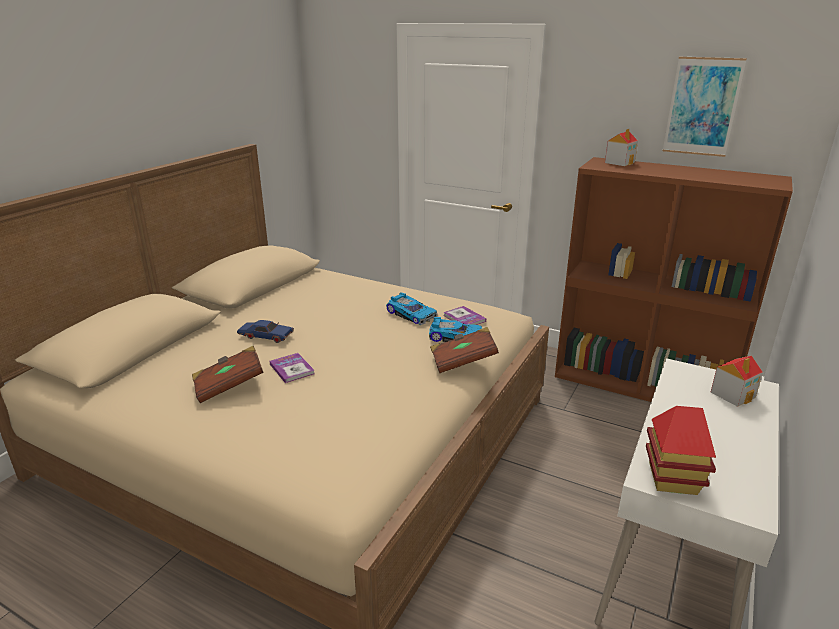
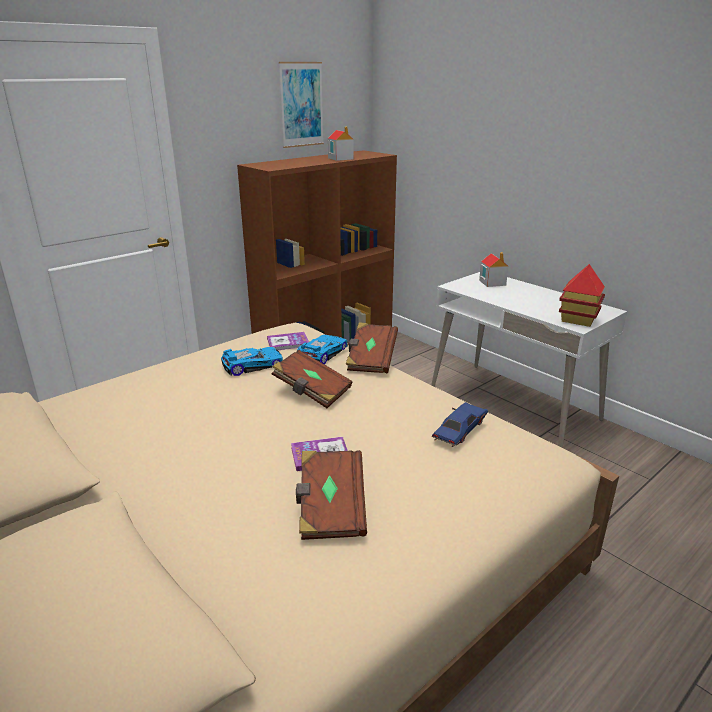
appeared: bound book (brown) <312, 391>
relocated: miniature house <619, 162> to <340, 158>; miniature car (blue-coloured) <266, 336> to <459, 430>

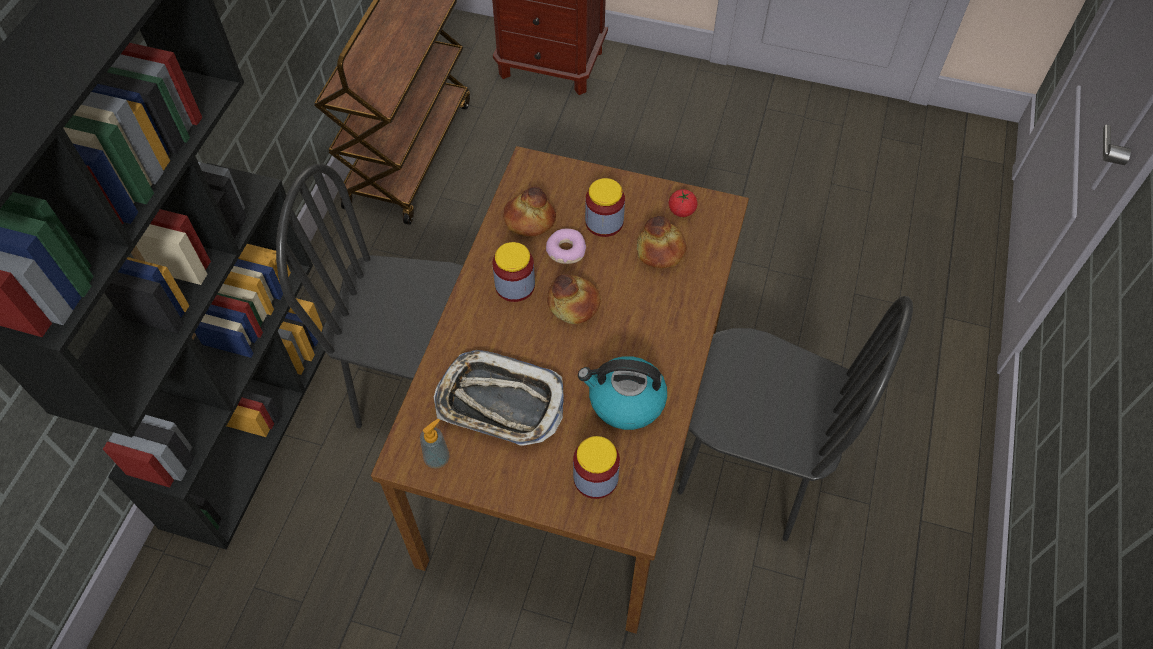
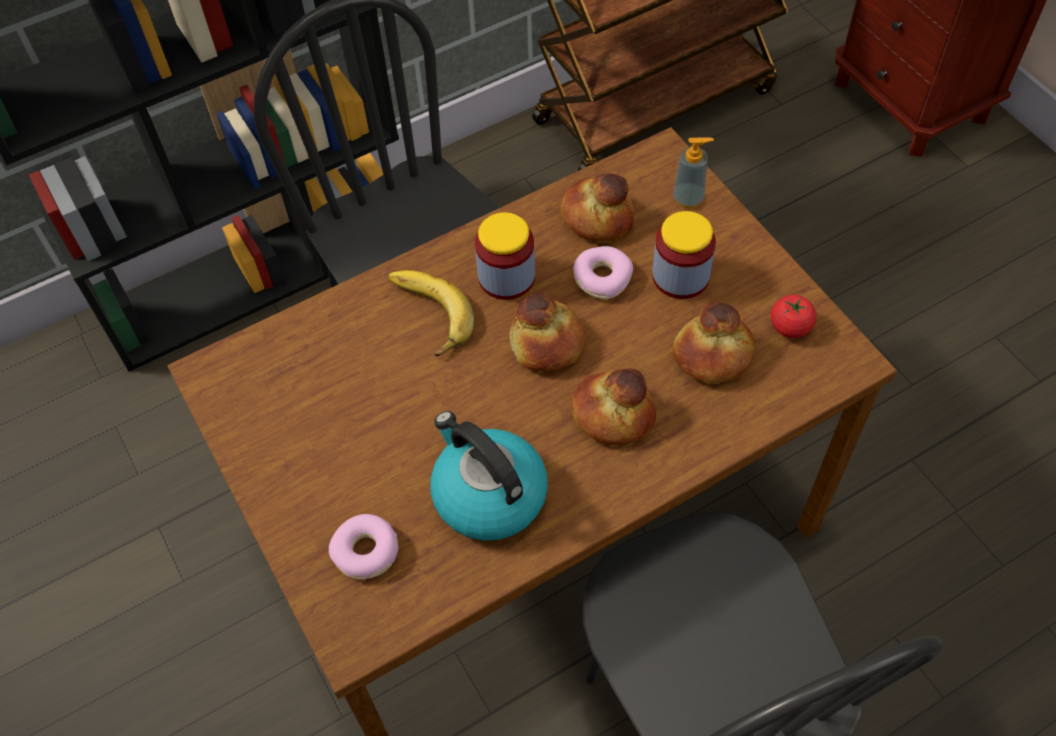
missing: serving tray <500, 403>
appeared: whole banana <426, 316>; bread <613, 414>
relocated: liquid soap bottle <437, 458> to <688, 198>
exchanged: preserve jar <595, 478> to donut <366, 552>

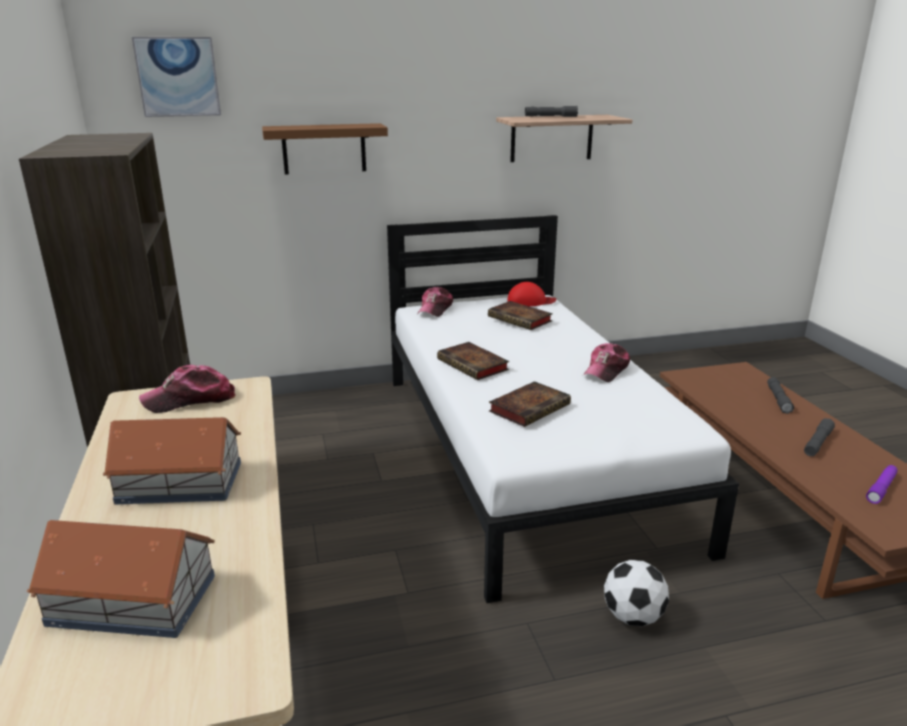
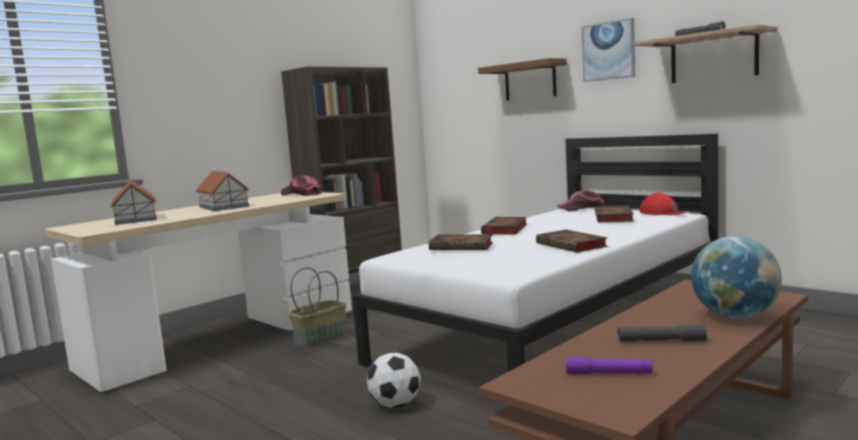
appeared: household basket <320, 338>
relocated: picture <178, 77> to <608, 51>
exchanged: peaked cap <606, 370> to bound book <573, 245>; torch (greyish) <778, 399> to globe <735, 316>

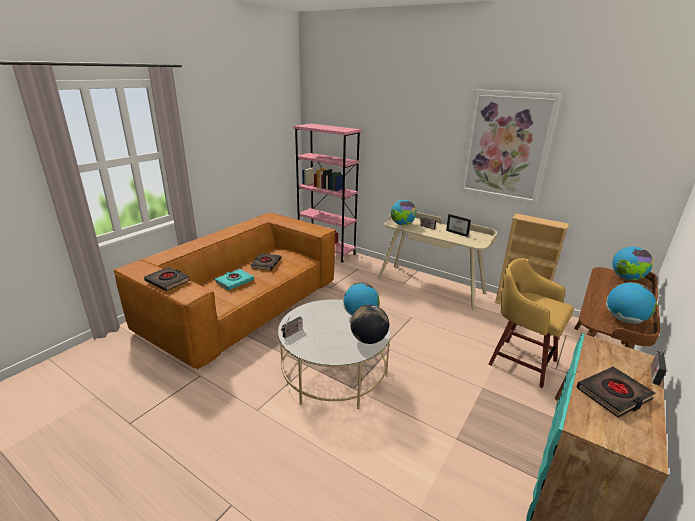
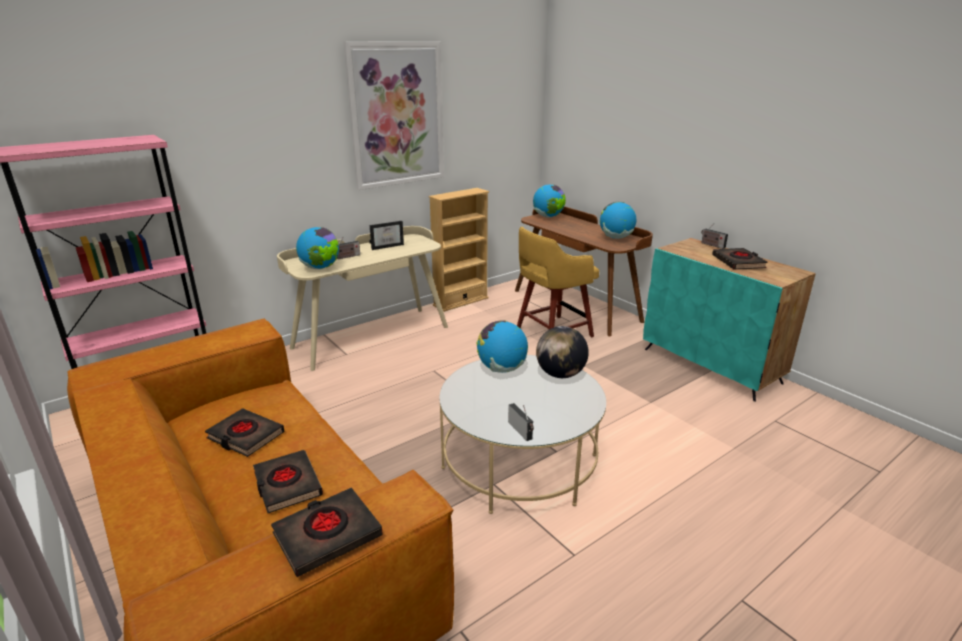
colour: bound book (turquoise) <234, 281> to bound book (black-coloured) <287, 485>

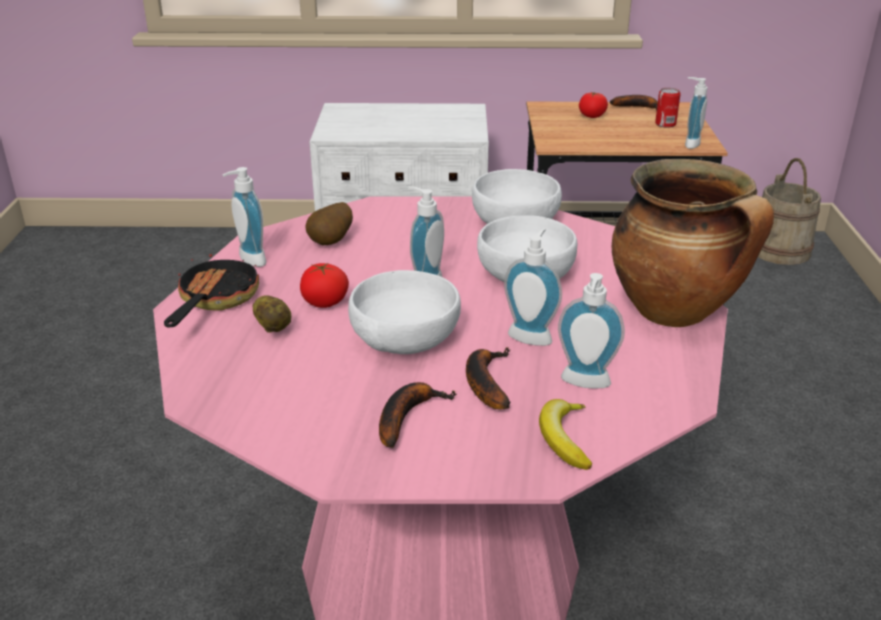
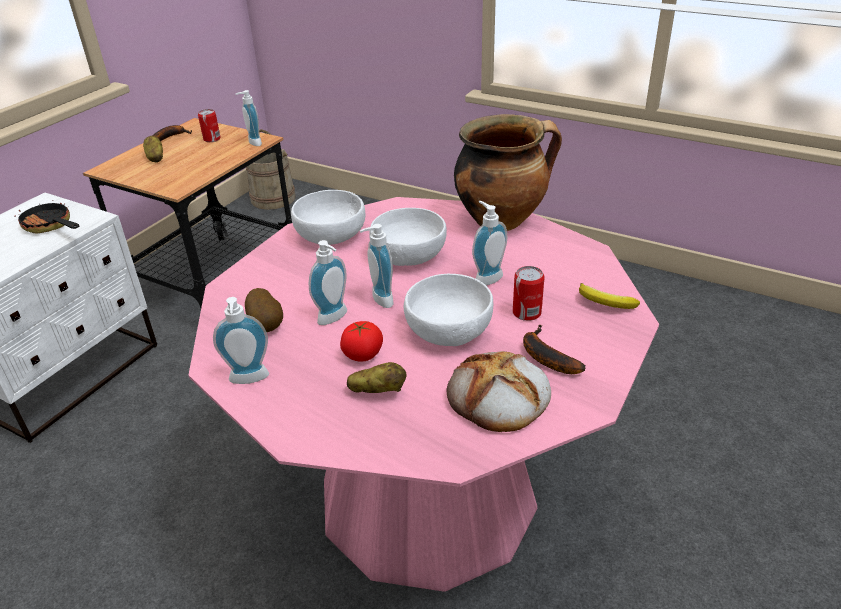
appeared: bread <498, 398>
relocated: skillet <214, 300> to <50, 226>; liquid soap bottle <584, 384> to <335, 318>
exchanged: whole tomato <592, 116> to whole potato <155, 158>; whole banana <485, 382> to can <526, 313>

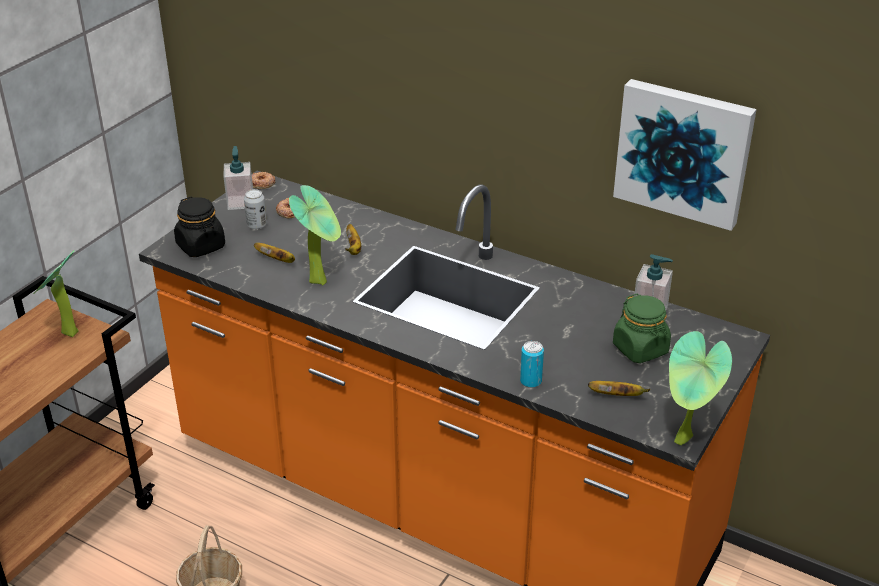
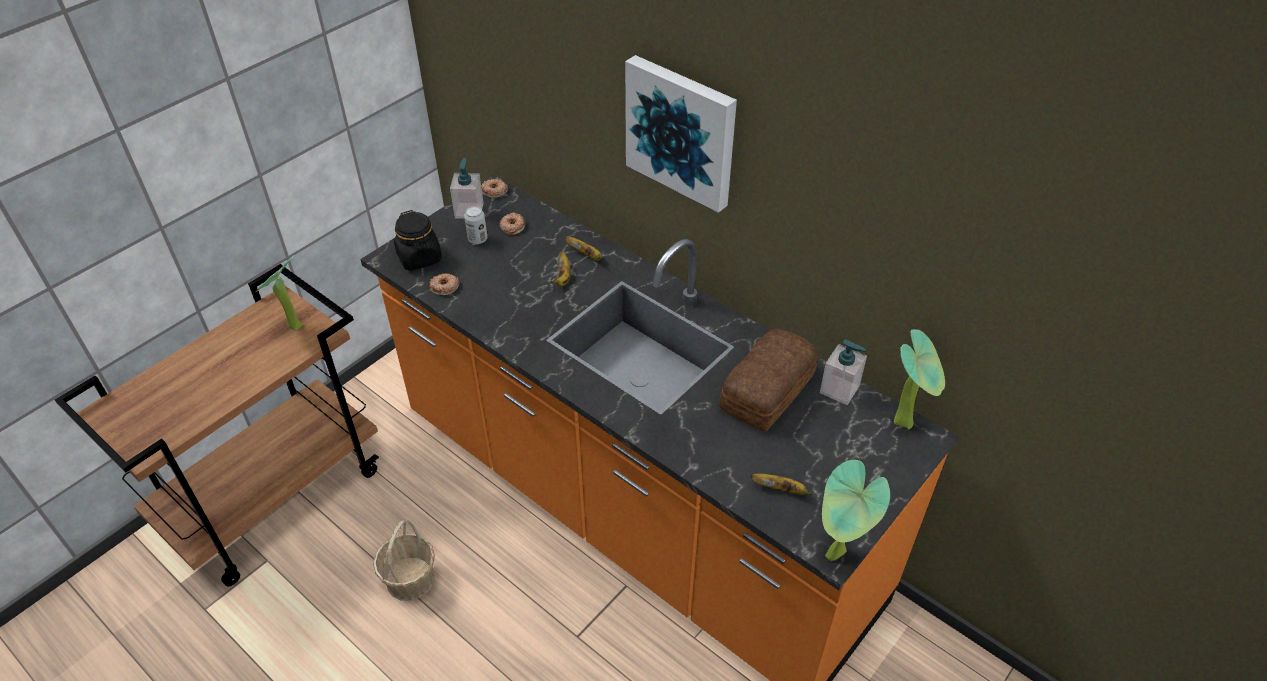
missing: can <530, 381>; preserve jar (green-coloured) <640, 349>
appeared: donut <444, 287>; bread <765, 390>
relocated: whole banana <277, 260> to <586, 255>; picture <684, 151> to <682, 131>; potted plant <321, 280> to <906, 421>

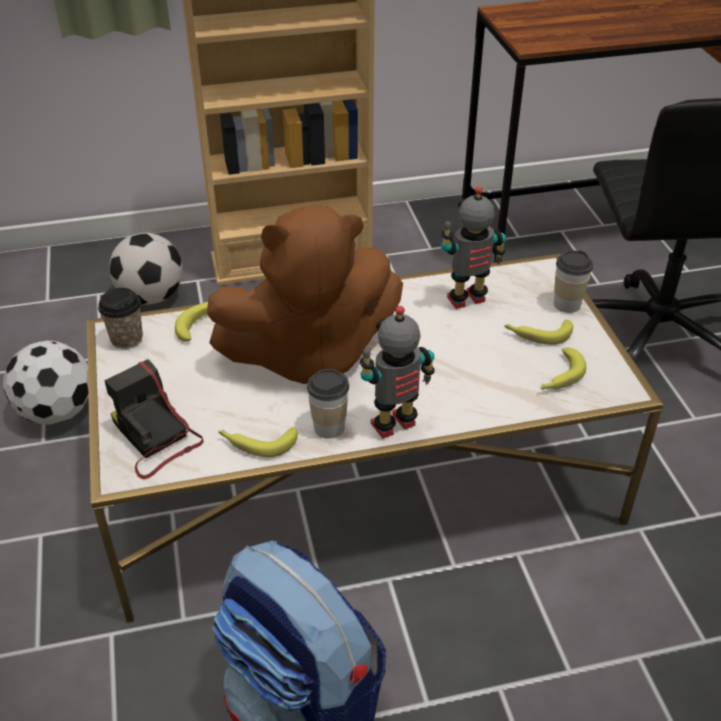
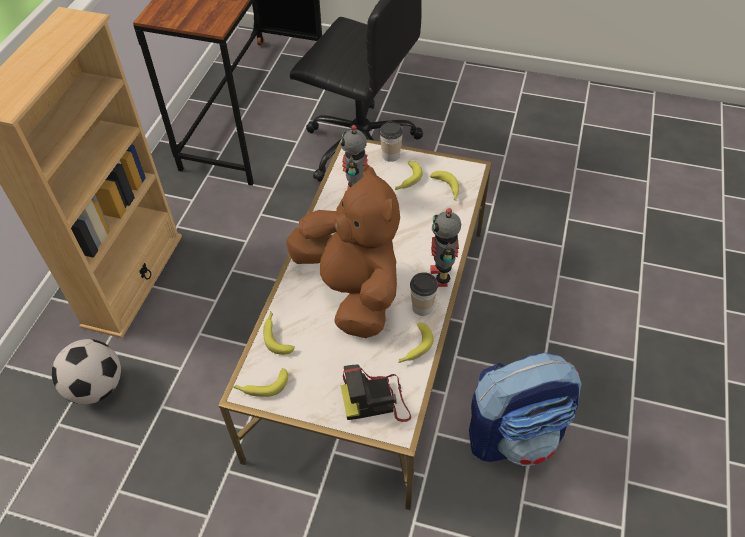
missing: football ball <57, 411>
exchanged: cup <127, 339> to whole banana <261, 386>
spun: plush toy (brown) <310, 356> = <352, 291> 45 degrees counterclockwise

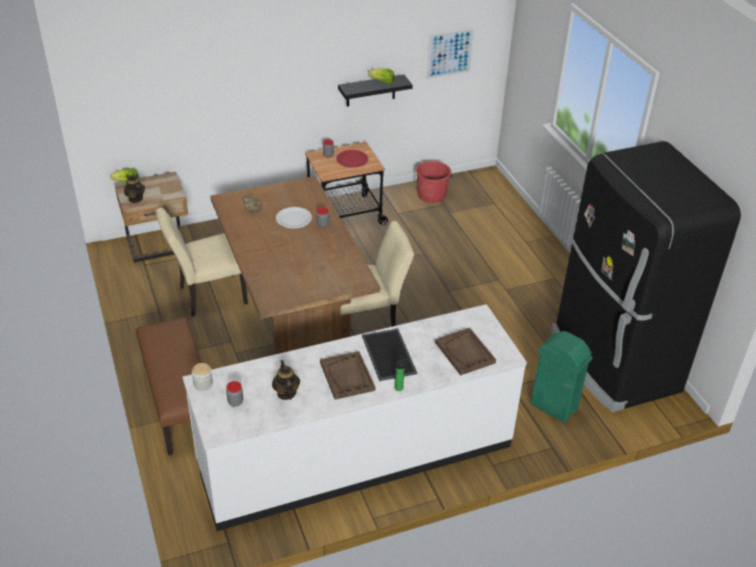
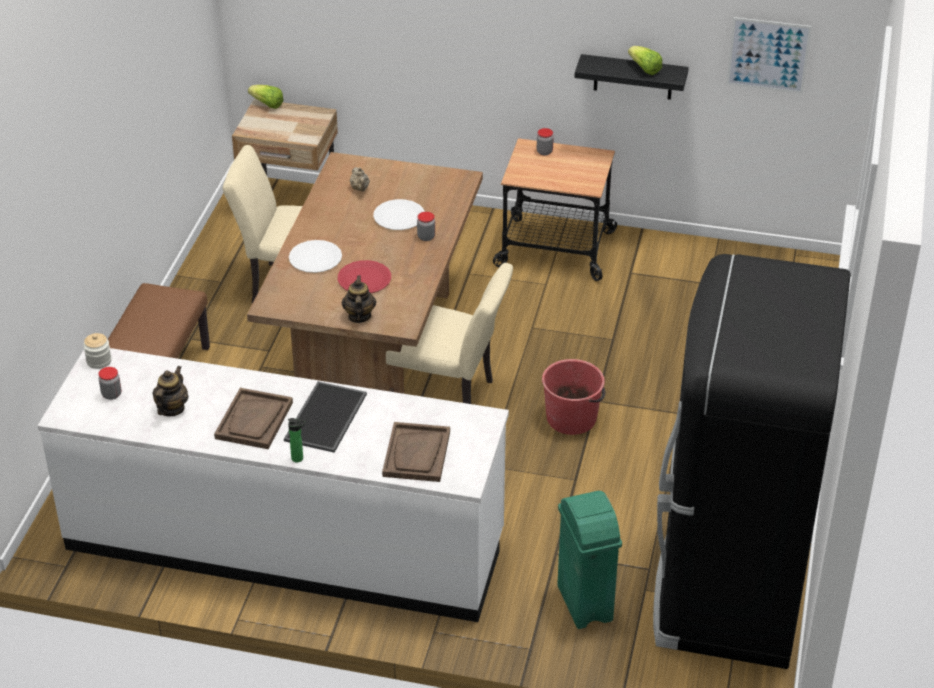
appeared: flat dish (white) <315, 258>
relocated: flat dish (red-coloured) <352, 159> to <364, 279>; pot for tea <135, 199> to <359, 316>; bucket (red-coloured) <431, 194> to <572, 418>

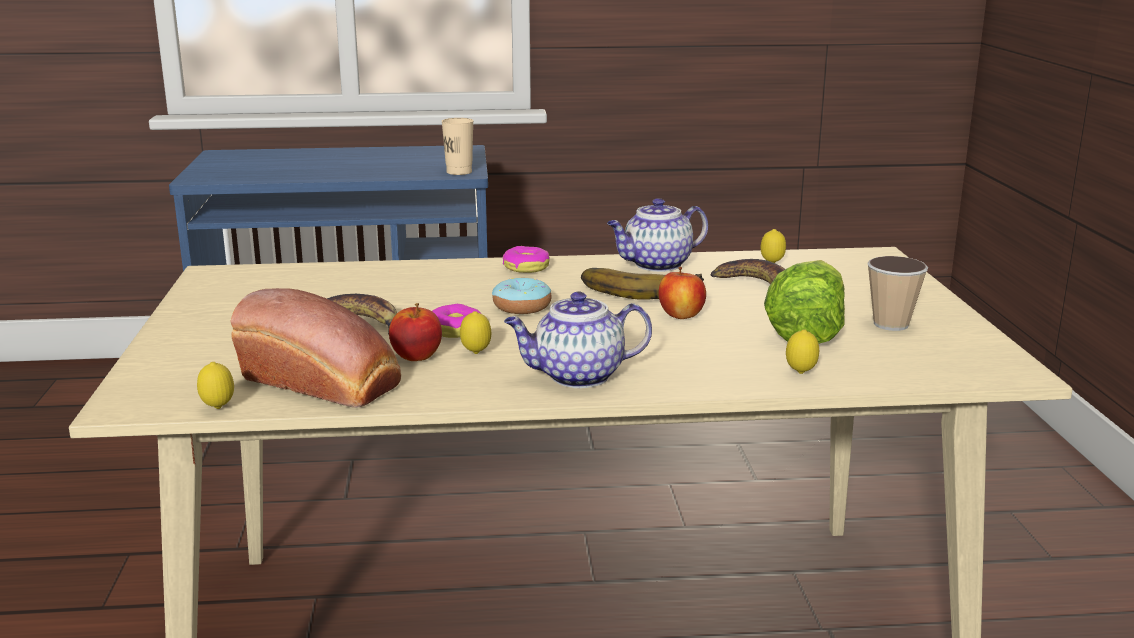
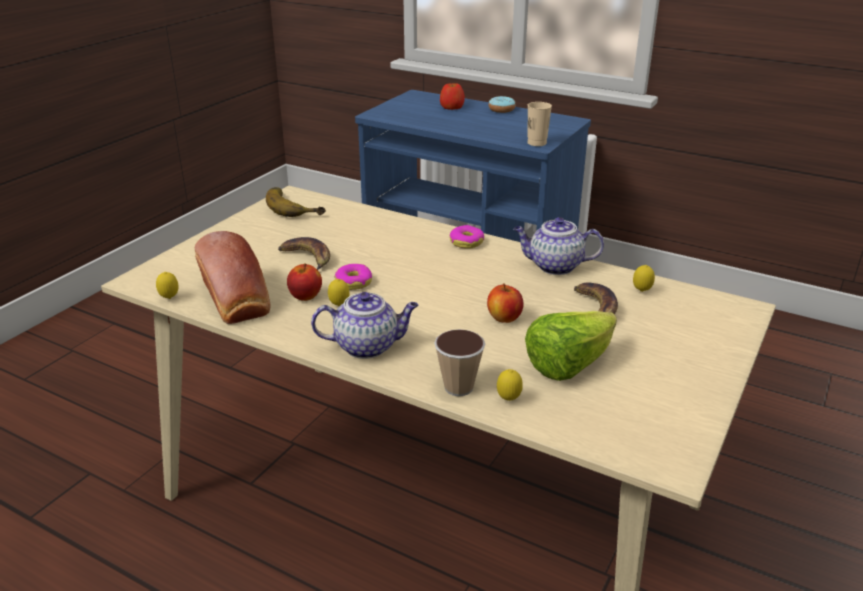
appeared: whole apple <452, 107>
relocated: whole banana <638, 288> to <296, 206>; cup <891, 324> to <458, 387>; donut <522, 307> to <501, 109>
spun: pot for tea <577, 376> = <368, 346> 150 degrees clockwise

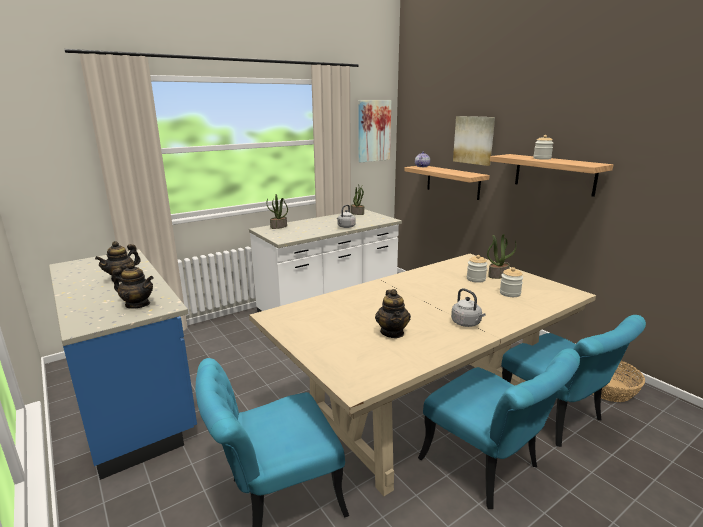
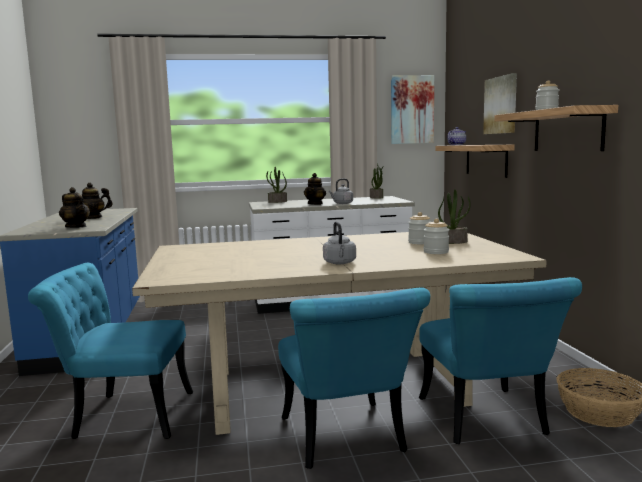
relocated: pot for tea <392, 332> to <315, 204>

